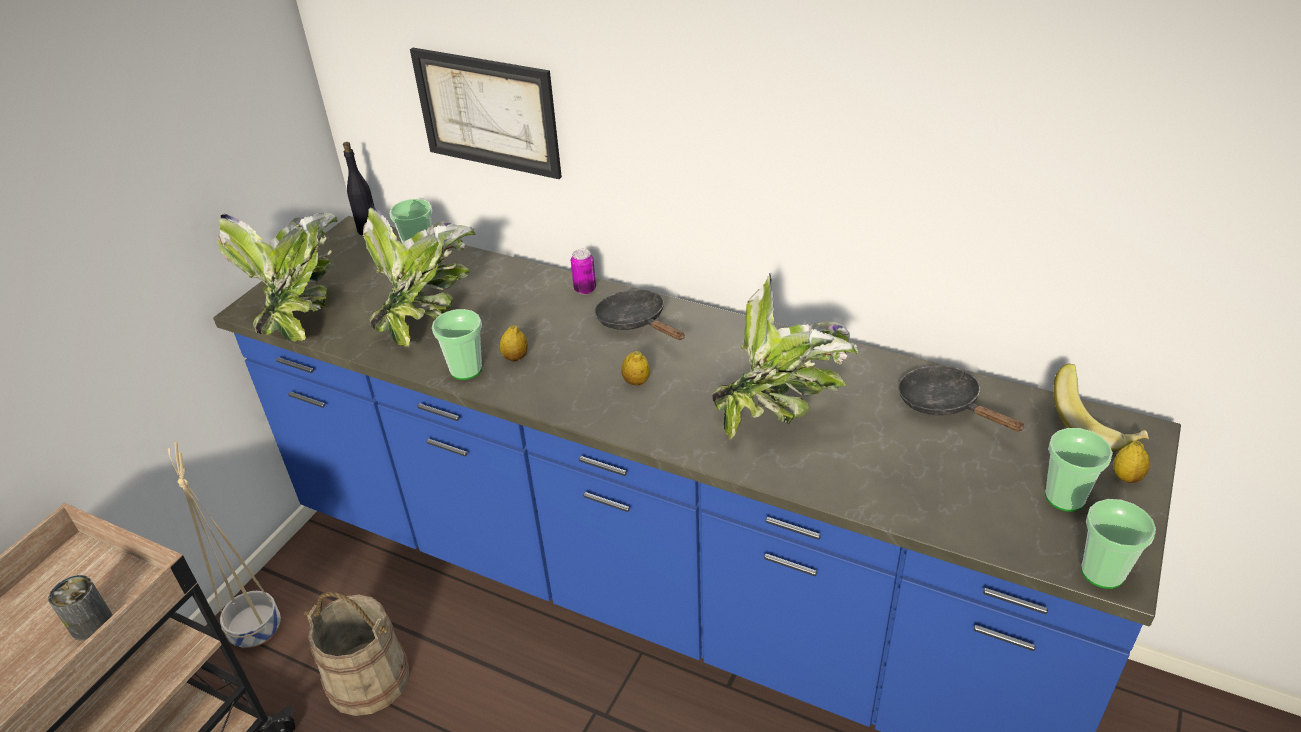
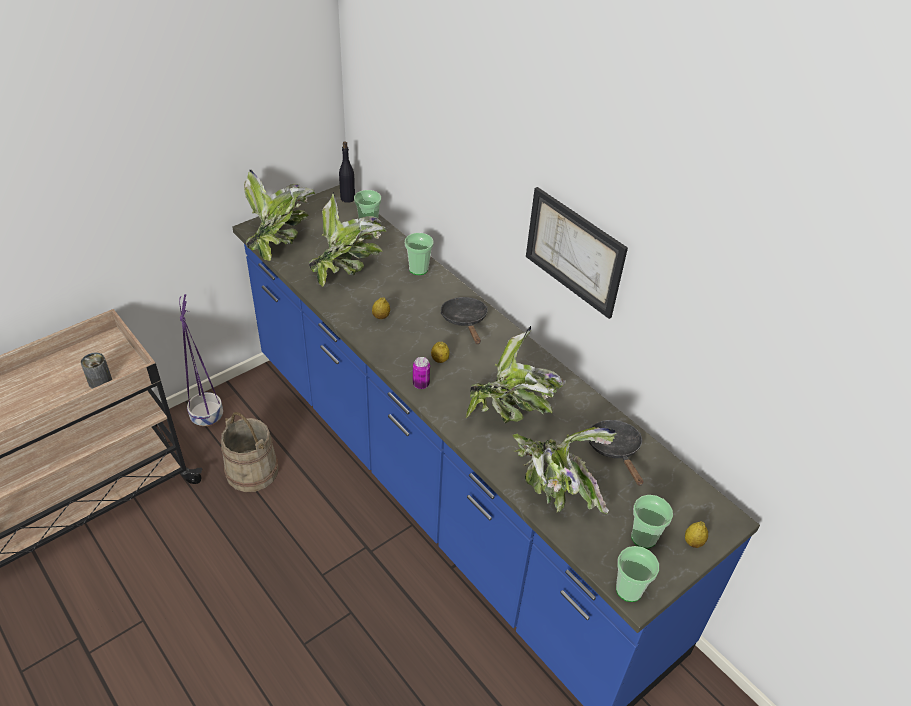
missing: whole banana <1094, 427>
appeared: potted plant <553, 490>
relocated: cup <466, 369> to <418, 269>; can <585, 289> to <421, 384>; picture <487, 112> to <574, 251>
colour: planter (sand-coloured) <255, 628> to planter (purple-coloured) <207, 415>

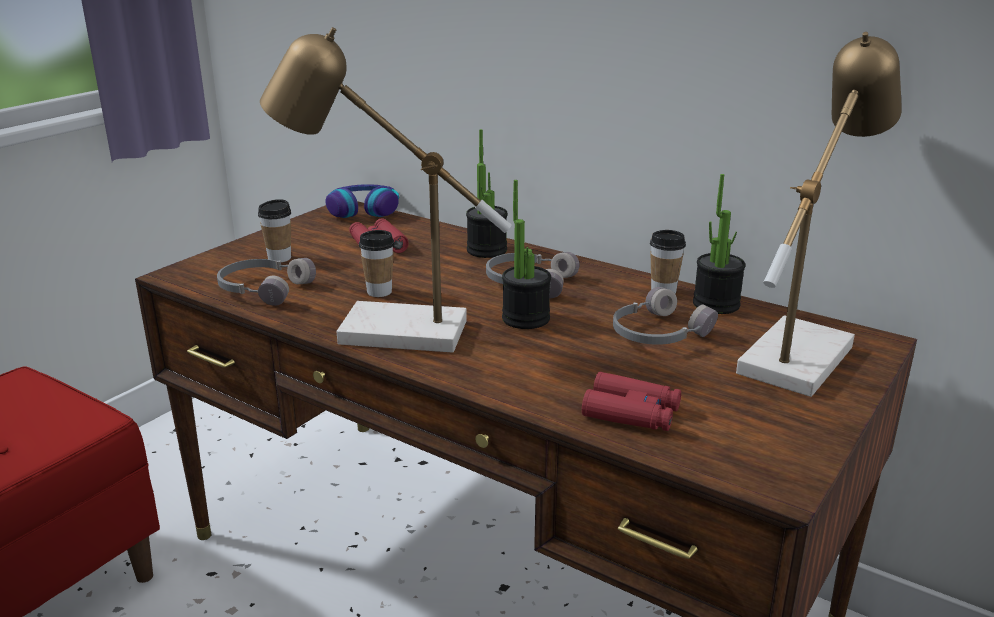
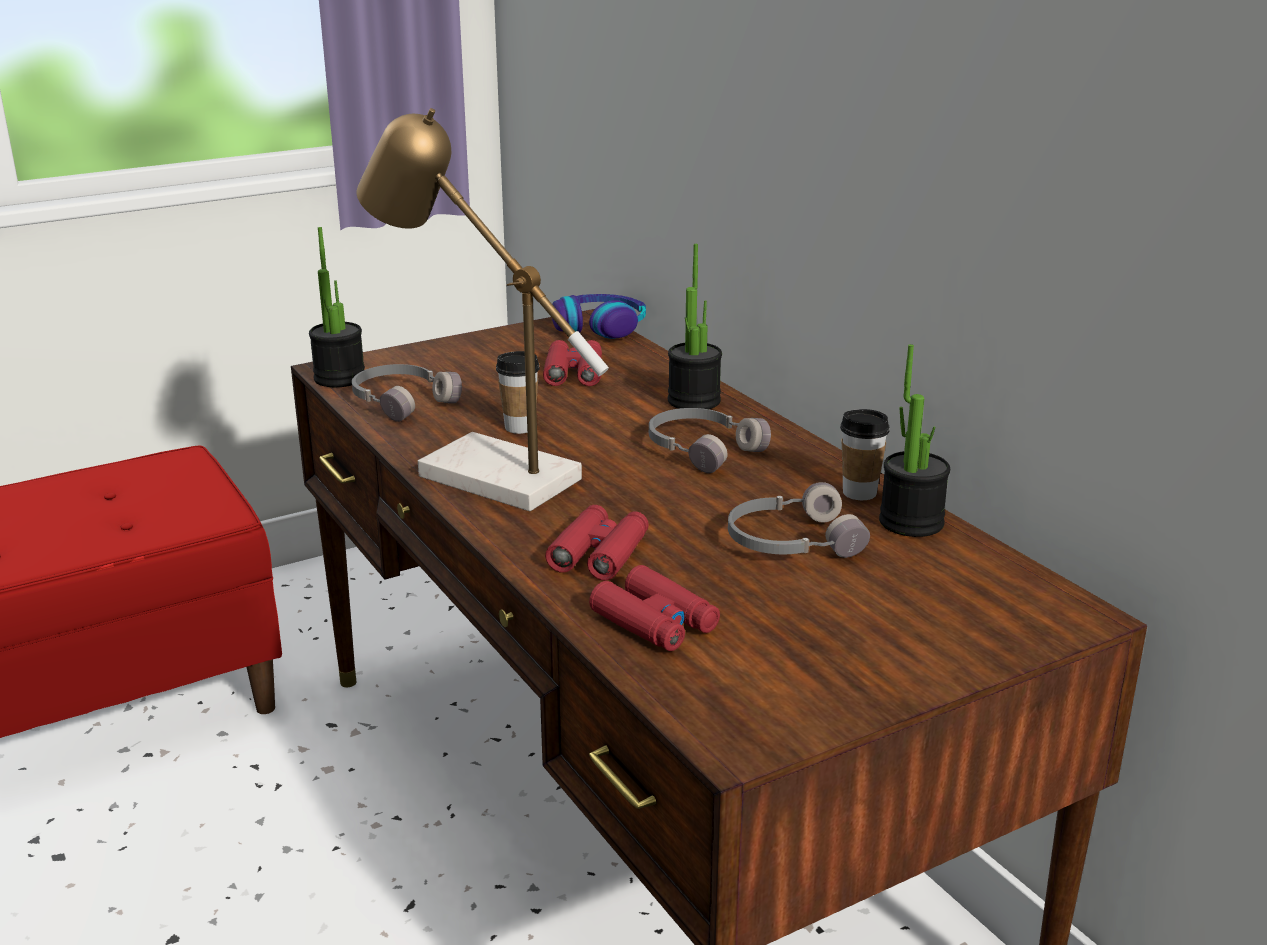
missing: cup <279, 258>; table lamp <799, 352>
appeared: field glasses (red-coloured) <599, 553>
relocated: potted plant <525, 318> to <339, 378>

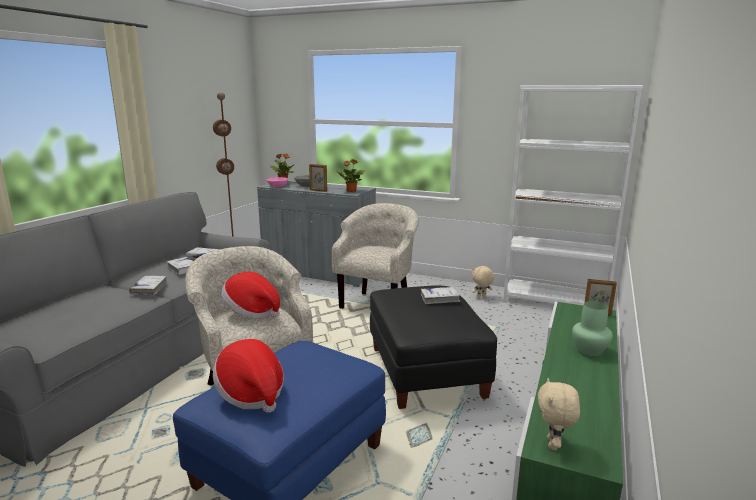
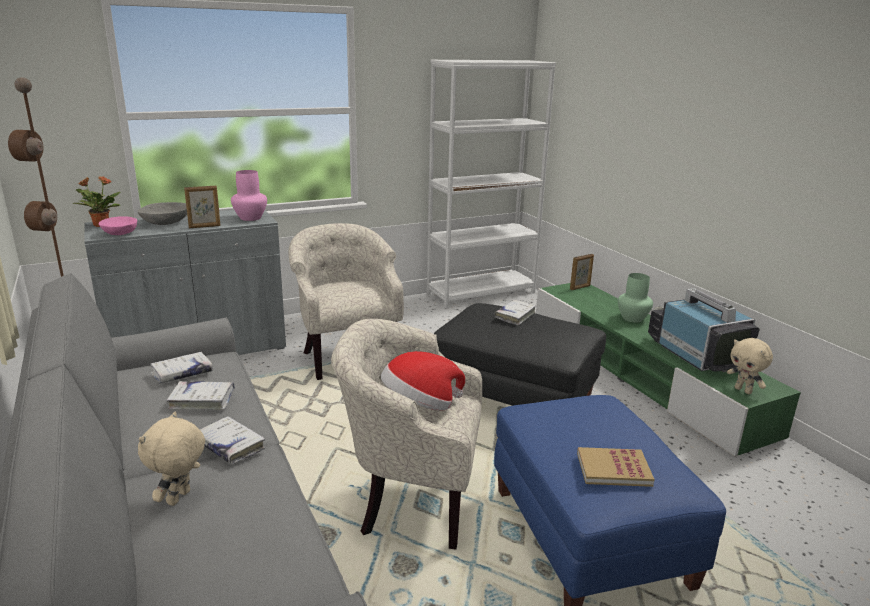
appeared: television <695, 354>
relocated: plush toy (sand-coloured) <481, 297> to <180, 498>
exchanged: potted plant <351, 191> to vase (pink-coloured) <250, 218>; clothing hat <251, 394> to bound book <613, 469>

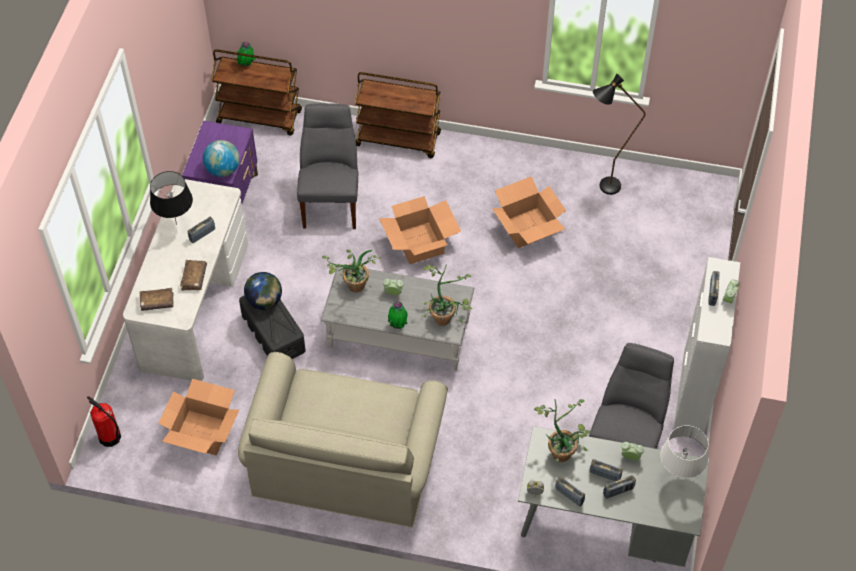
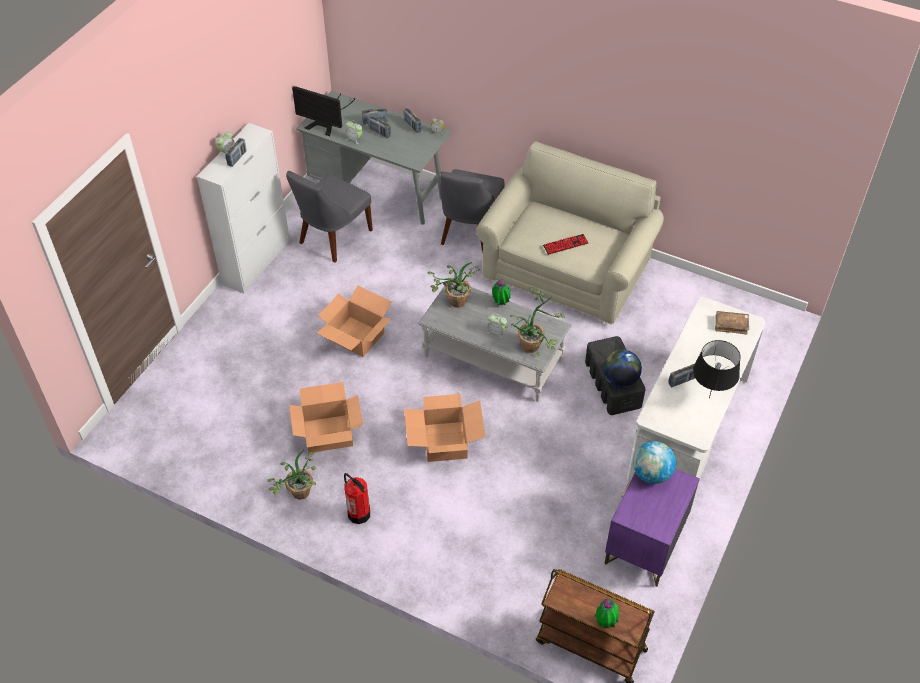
missing: bound book (brown) <194, 278>; cart (brown) <398, 139>; standing lamp (black-coloured) <602, 189>
appeared: PC keyboard <565, 245>
relocated: potted plant <562, 449> to <298, 496>; packing box <202, 432> to <356, 337>; fire-fighting cylinder <110, 437> to <359, 513>; plain chair (greyish) <331, 201> to <469, 232>
exchanged: table lamp (white) <678, 477> to computer screen <326, 122>

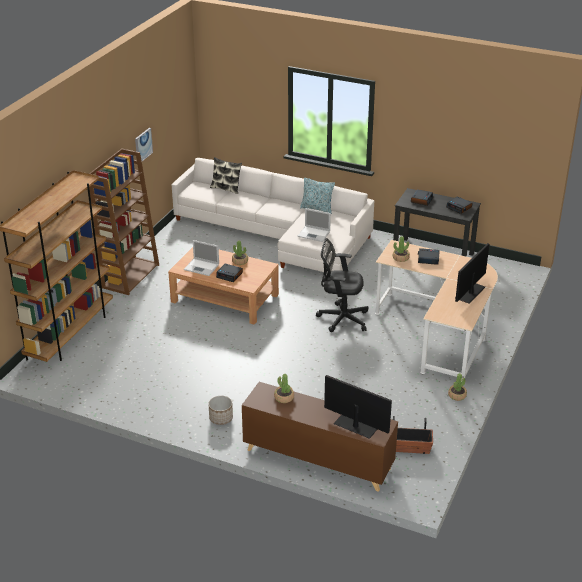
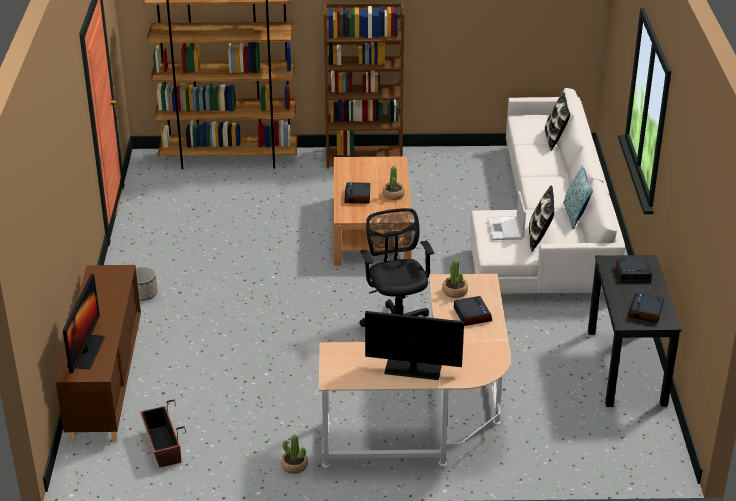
missing: picture <143, 145>; notebook computer <202, 267>; potted plant <284, 397>
appeared: pillow <539, 238>

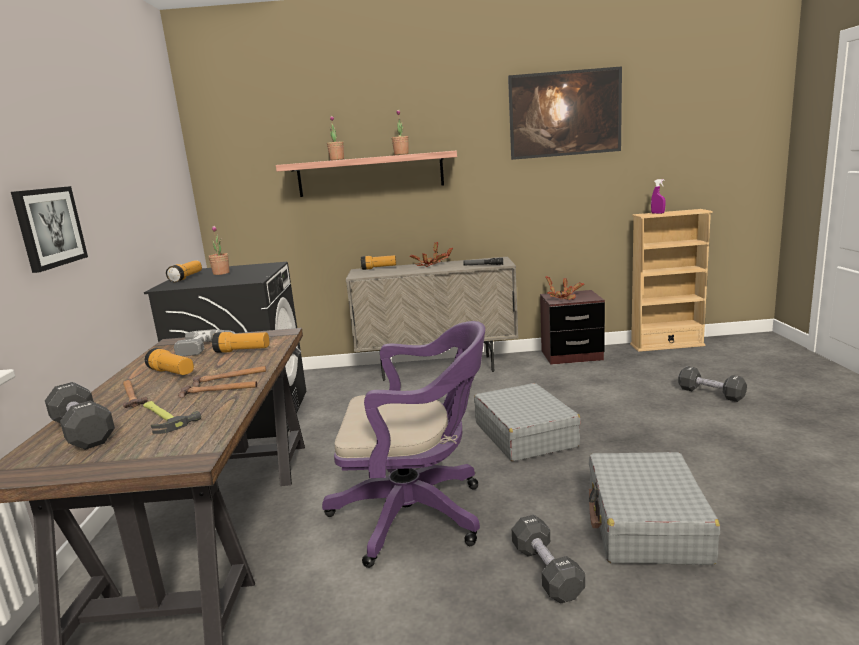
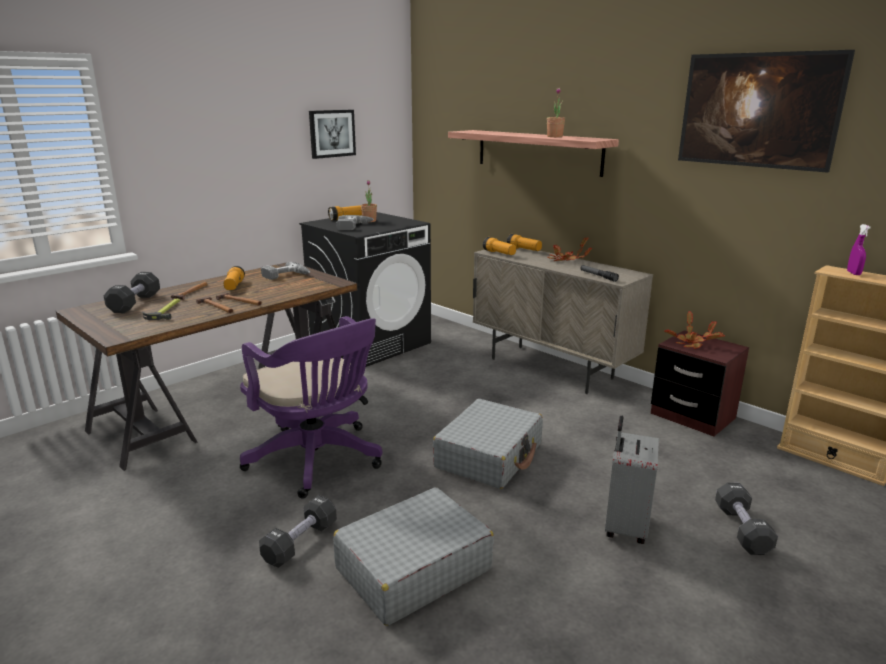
missing: potted plant <337, 159>
appeared: power drill <354, 226>; piece of luggage (greyish) <624, 527>
relocated: picture <49, 227> to <332, 133>; torch <242, 351> to <499, 253>

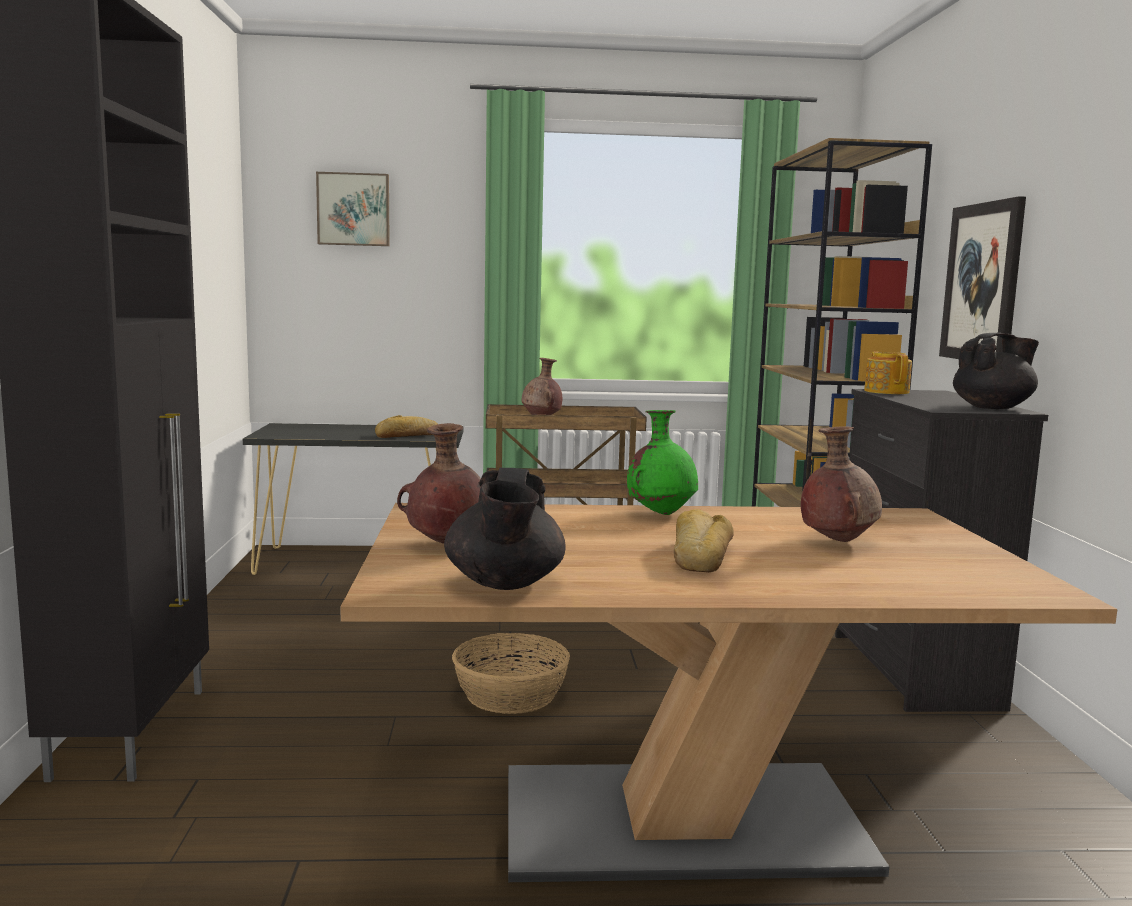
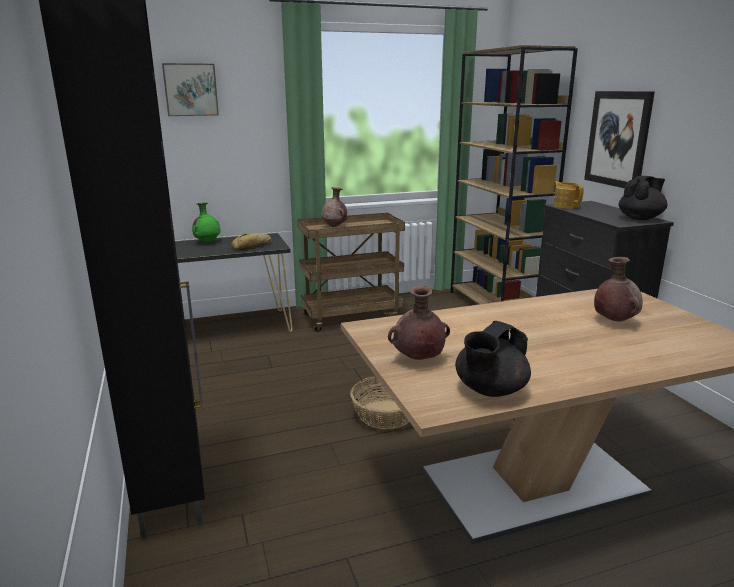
missing: bread <699, 555>
relocated: vase (green-coloured) <661, 513> to <208, 242>
spun: pot for tea (black-coloured) <504, 584> = <489, 390> 60 degrees clockwise

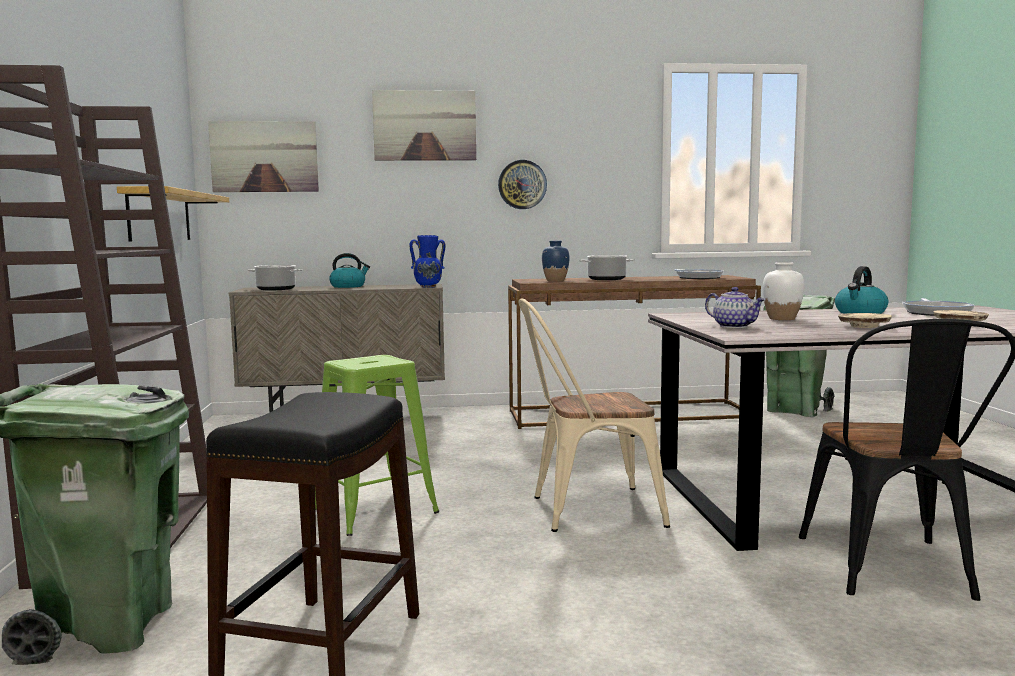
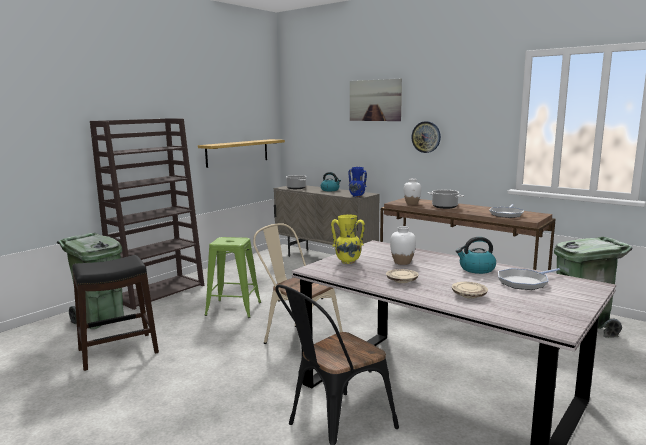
missing: picture <264, 157>
exchanged: pot for tea <734, 326> to vase (yellow) <347, 262>
colour: vase (blue-coloured) <555, 280> to vase (white) <412, 203>

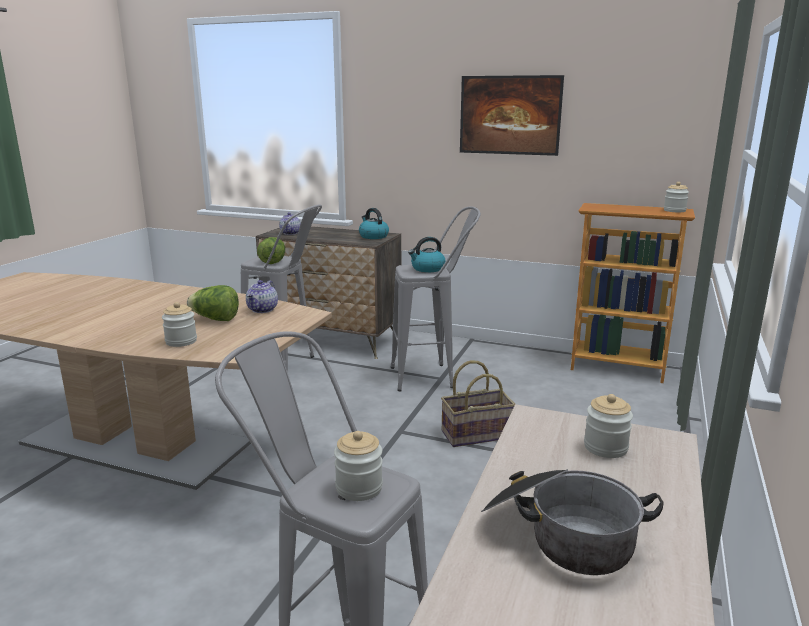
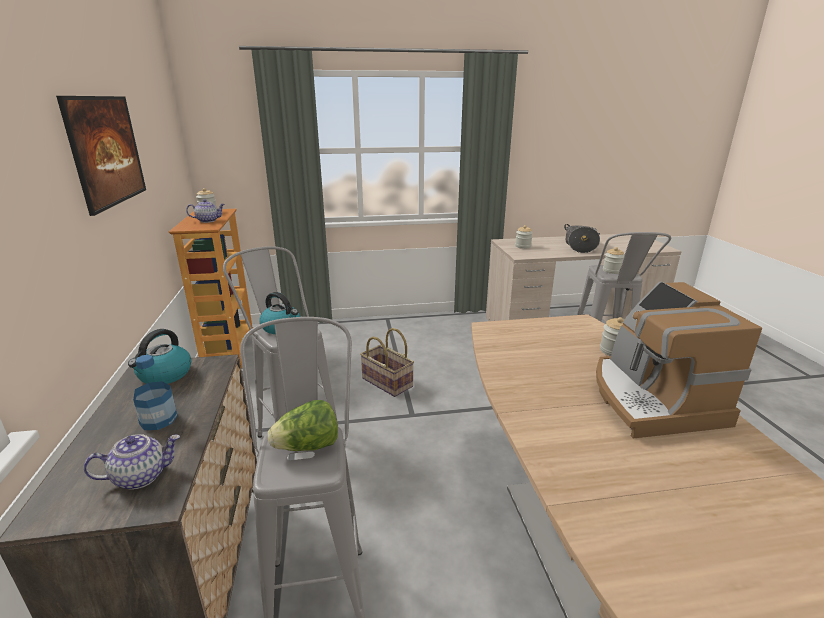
missing: lettuce <215, 319>
appeared: drink bottle <158, 419>; coffee machine <651, 399>
relocated: pot for tea <263, 310> to <208, 220>

